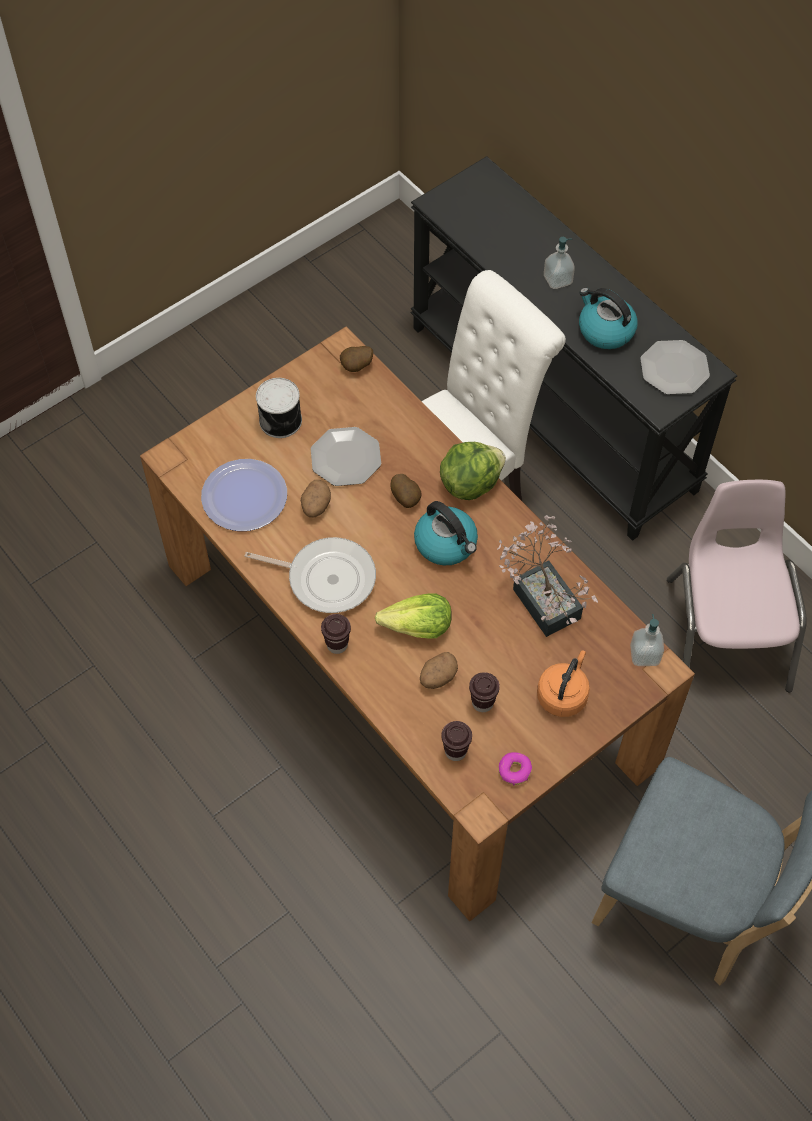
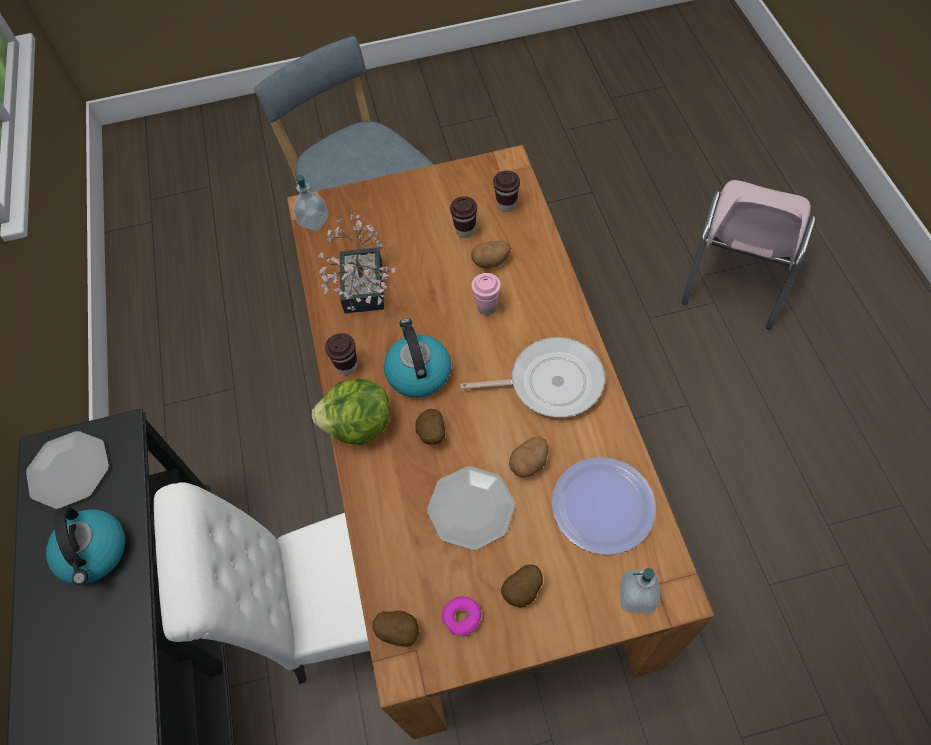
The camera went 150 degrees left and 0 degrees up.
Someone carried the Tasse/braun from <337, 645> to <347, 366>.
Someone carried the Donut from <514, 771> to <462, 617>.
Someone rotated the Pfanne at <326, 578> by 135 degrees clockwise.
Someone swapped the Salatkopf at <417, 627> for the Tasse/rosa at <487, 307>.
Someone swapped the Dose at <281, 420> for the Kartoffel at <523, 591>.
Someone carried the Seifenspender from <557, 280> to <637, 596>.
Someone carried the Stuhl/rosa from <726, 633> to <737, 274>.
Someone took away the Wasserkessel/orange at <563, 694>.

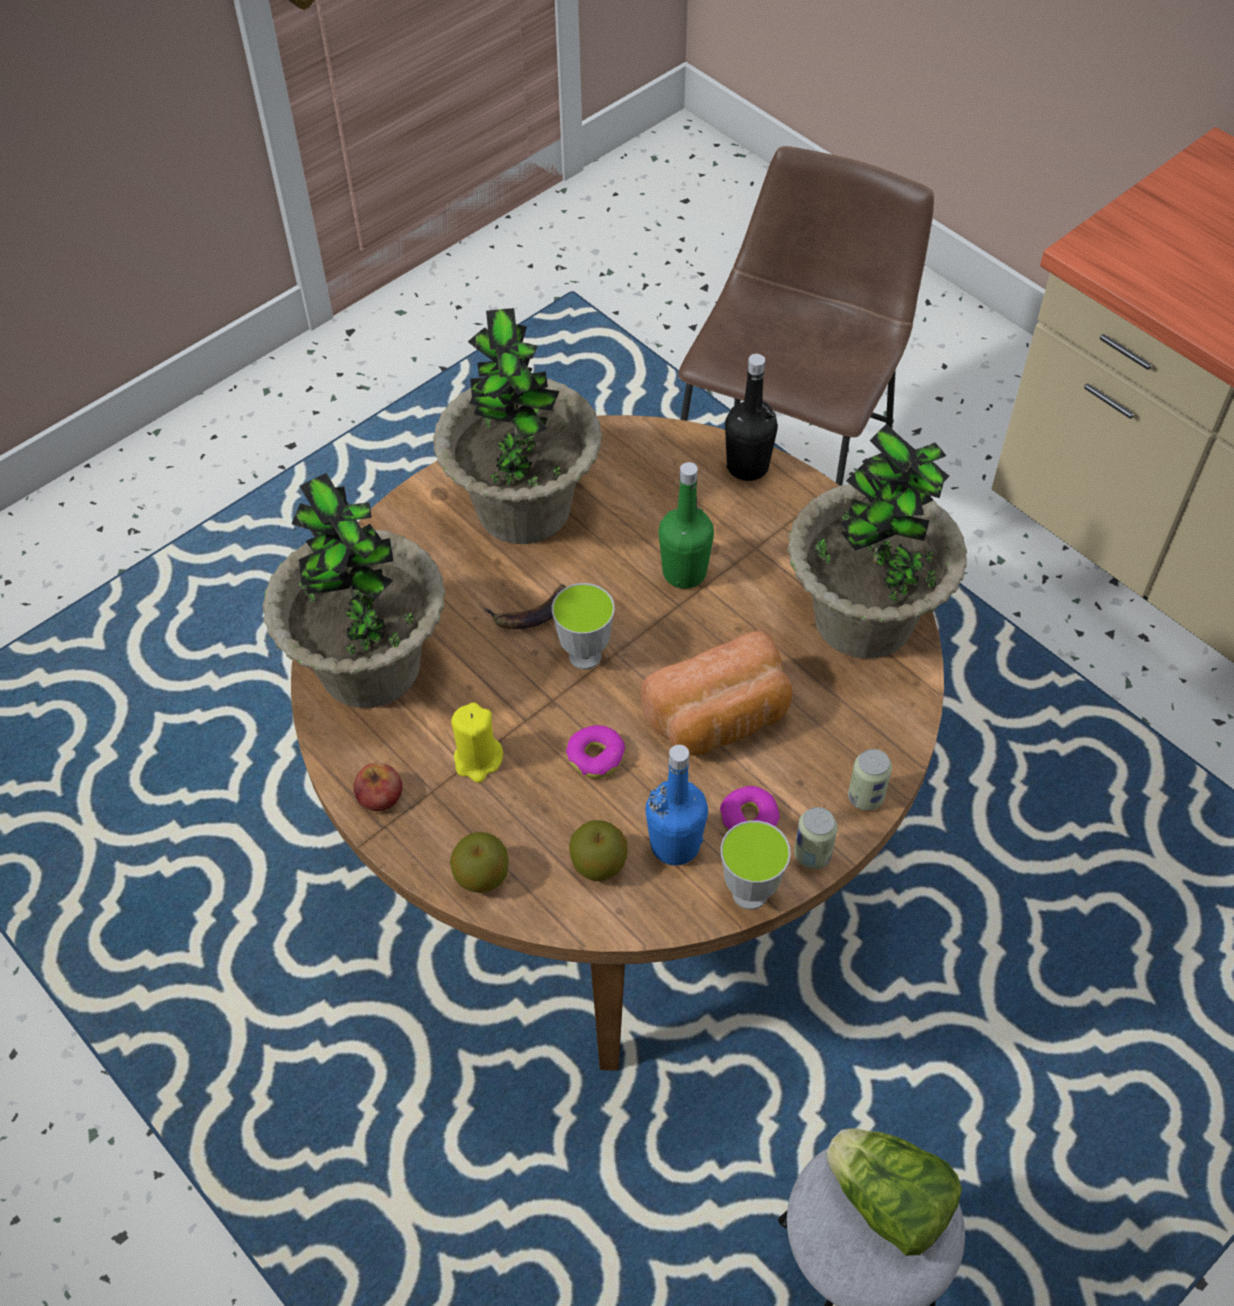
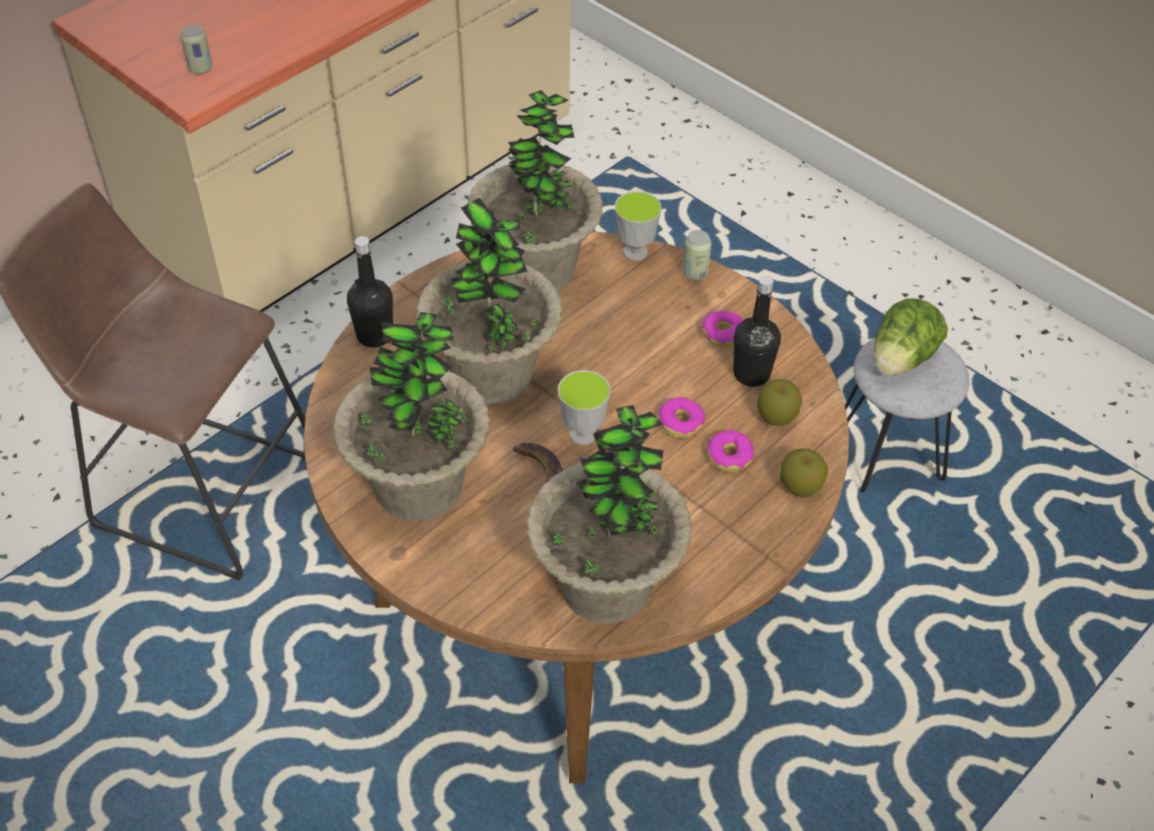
The camera went 95 degrees left and 5 degrees down.
Someone carried the Dose from <812, 855> to <200, 69>.
Someone swapped the Flasche/grün at <684, 572> for the Topfpflanze at <492, 374>.
Someone carried the Tasse from <750, 893> to <635, 252>.
Someone put down the Donut at <729, 456>.
Someone repainted the Flasche/blau at <675, 845>, which became the Flasche/schwarz at <751, 374>.
Someone took away the Apfel at <380, 796>.
Someone took away the Kerze/gelb at <478, 760>.
Someone took away the Brot at <721, 719>.

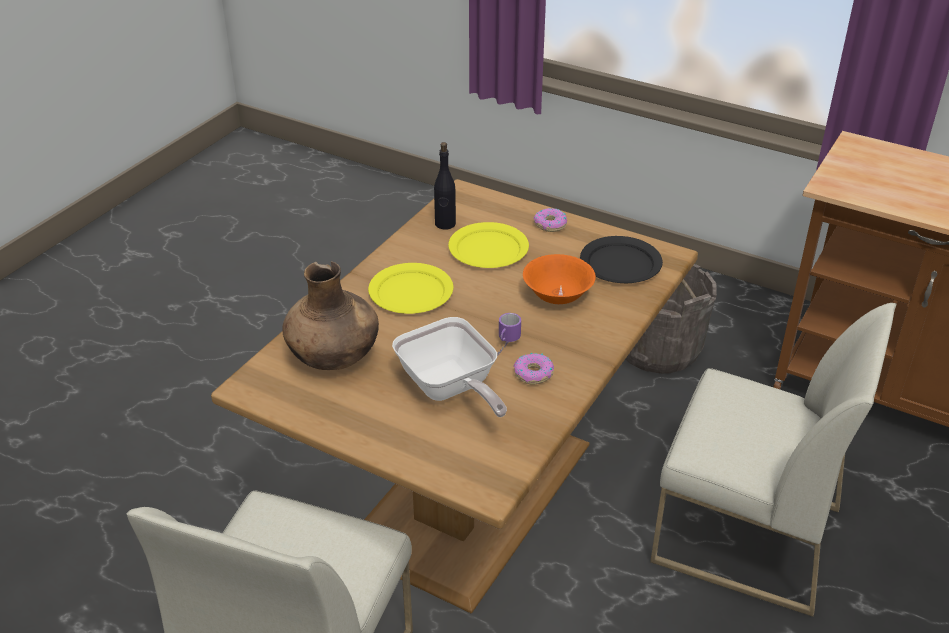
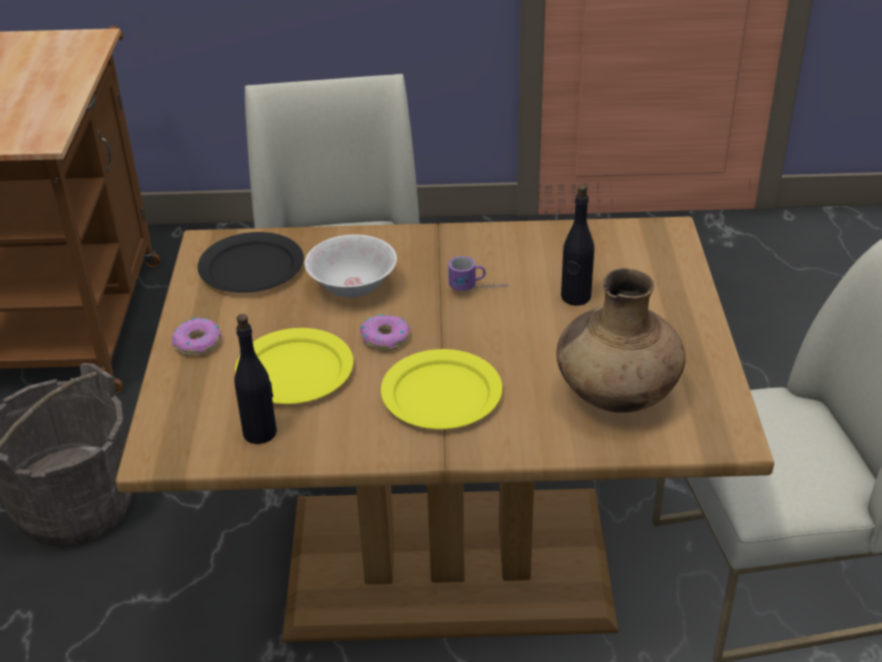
The camera went 120 degrees left and 0 degrees up.
Someone repainted the Schüssel/orange at <557, 296>, which became the Schüssel/weiß at <353, 287>.
Someone carried the Donut from <533, 374> to <385, 338>.
Someone swapped the Pfanne at <450, 389> for the Flasche/schwarz at <575, 297>.

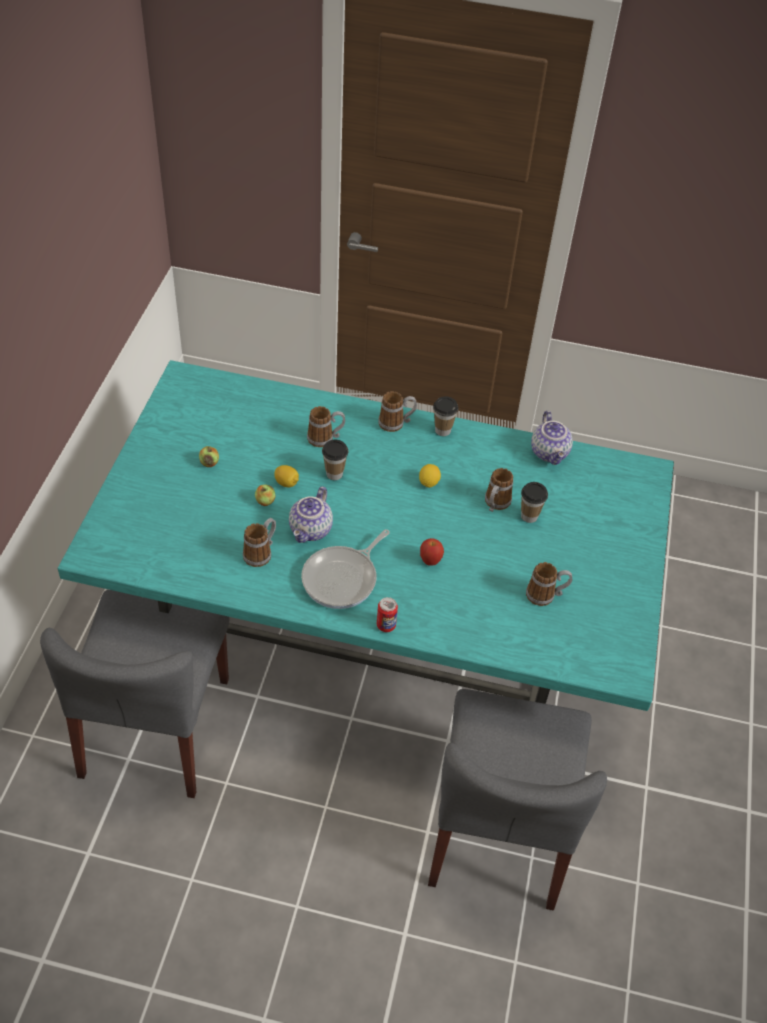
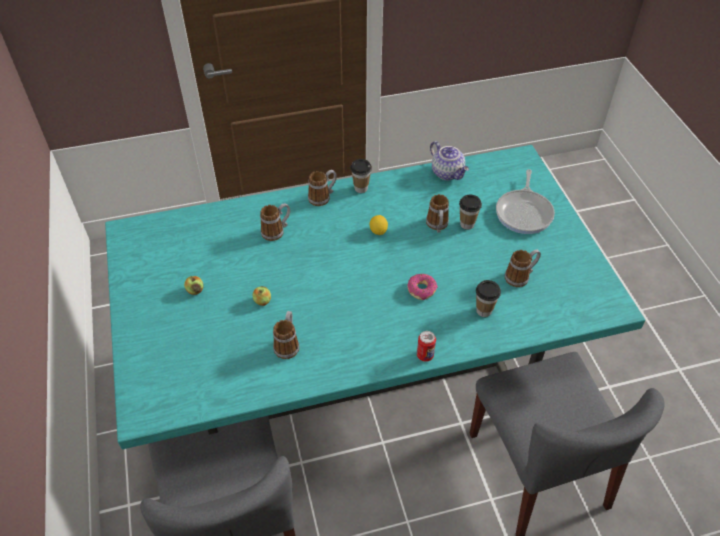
The camera went 25 degrees left and 0 degrees up.
Someone swapped the Apfel at <430, 561> for the Donut at <421, 290>.
Someone carried the Tasse from <334, 474> to <484, 311>.
Someone carried the Pfanne from <343, 578> to <524, 212>.
Someone took away the Zitrone at <286, 483>.
Someone took away the Teekanne at <311, 530>.

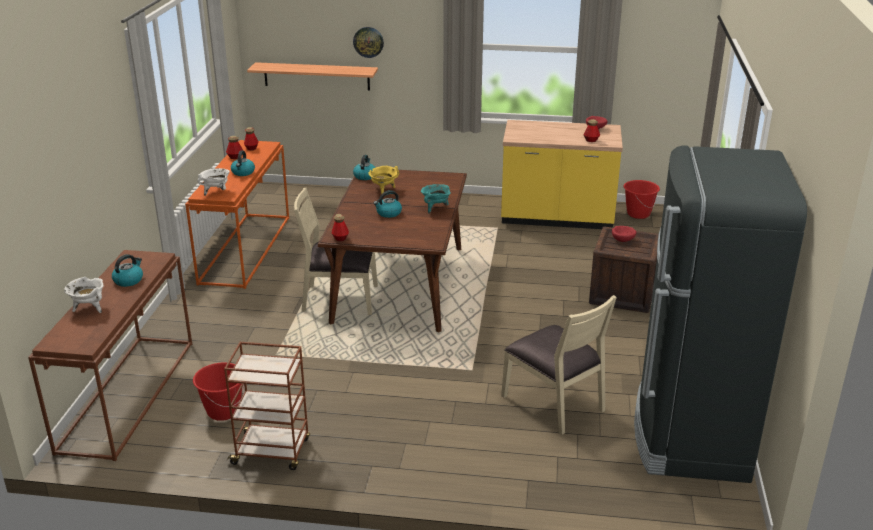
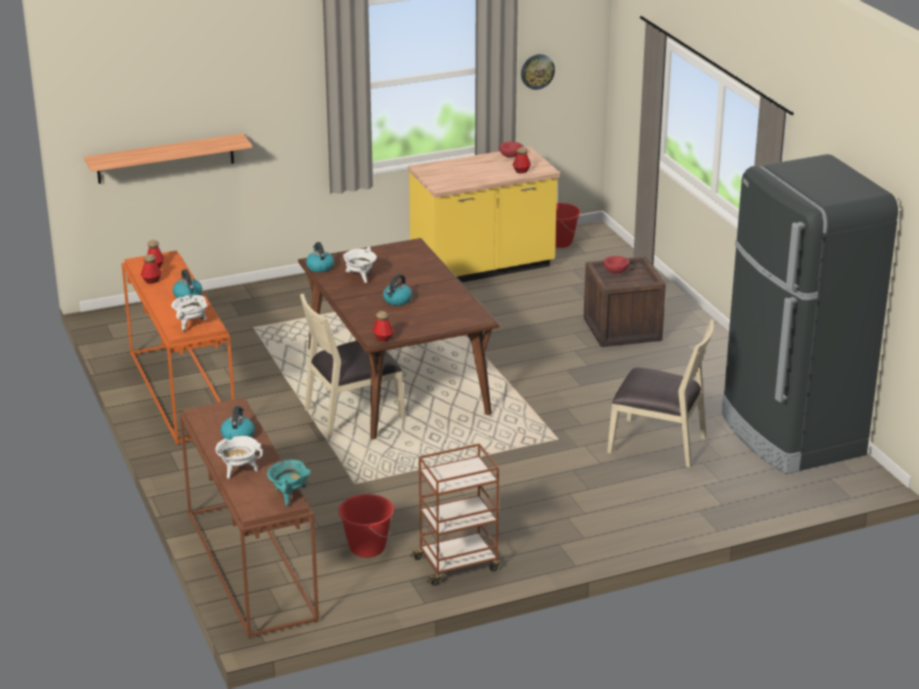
The camera went 30 degrees left and 0 degrees up.
Someone carried the Kochtopf/türkis from <435, 208> to <289, 496>.
Someone repainted the Kochtopf/gelb at <383, 190>, which became the Kochtopf/weiß at <360, 277>.
Someone carried the Wanduhr from <368, 42> to <537, 71>.

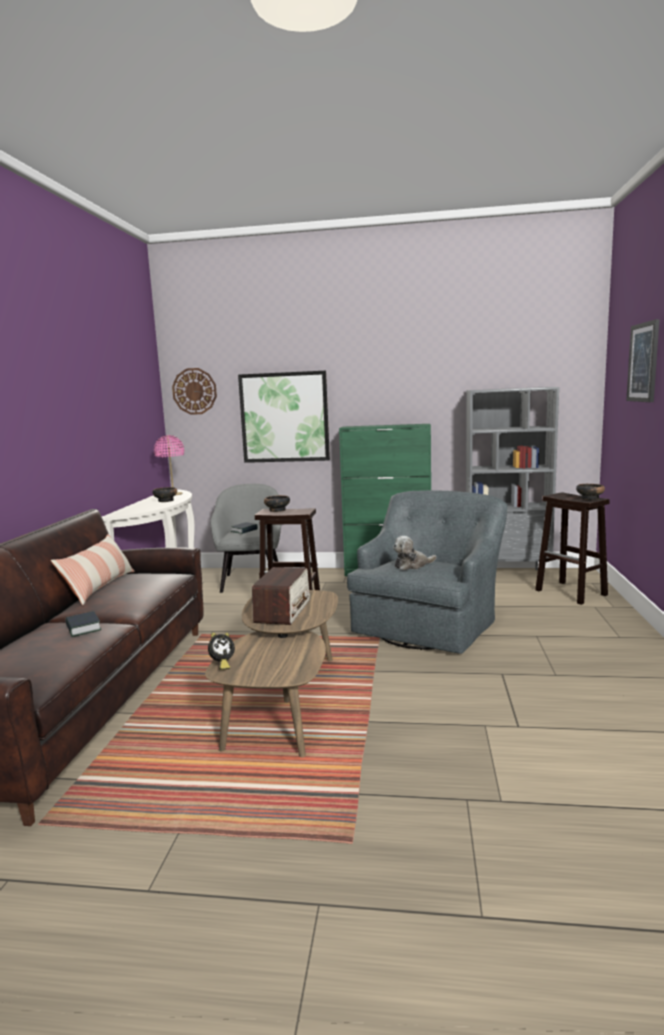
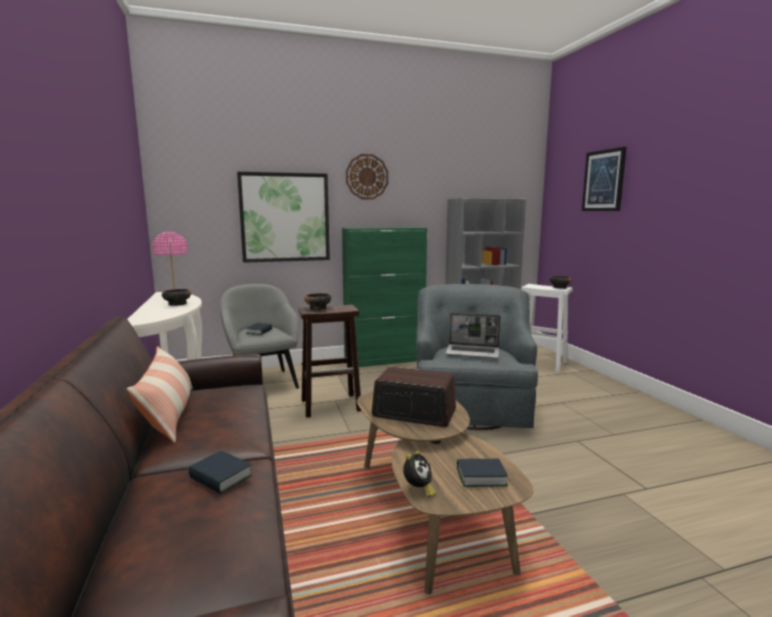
The camera went 25 degrees left and 0 degrees up.
Someone carried the Wanduhr from <194, 391> to <367, 177>.
Someone rotated the Radio at <283, 611> by 60 degrees counterclockwise.
Someone swapped the Plüschtier at <412, 565> for the Laptop at <473, 352>.
Someone put down the Buch at <481, 477>.
Someone repainted the Hocker/braun at <572, 593>, which became the Hocker/weiß at <542, 363>.

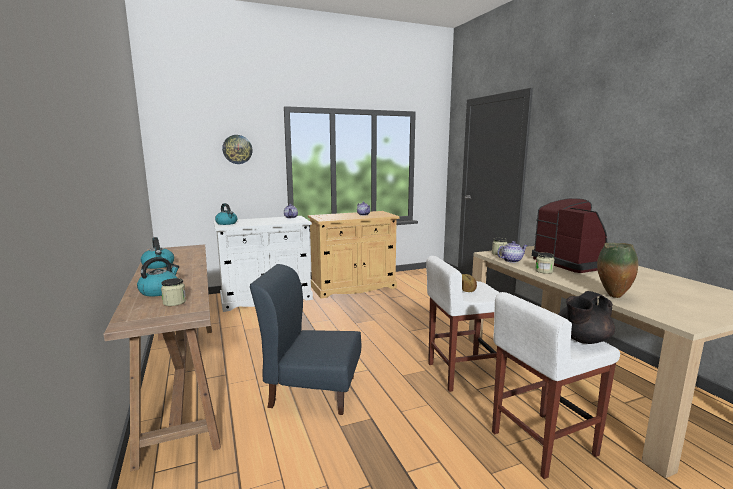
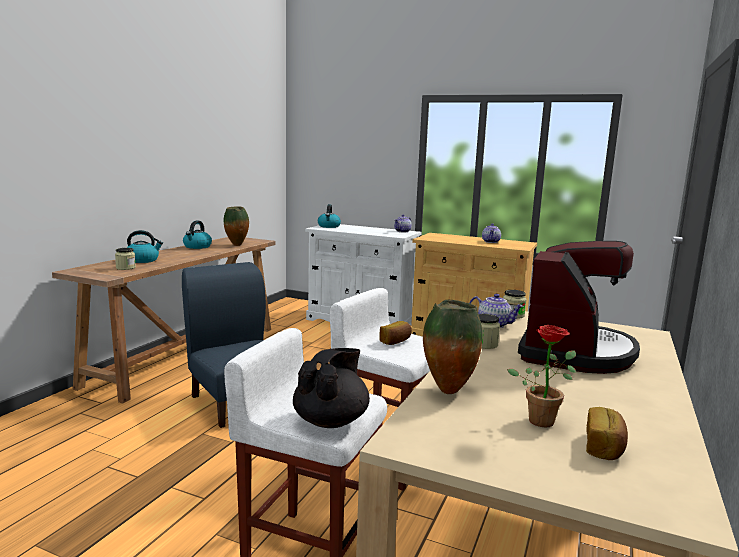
The camera went 45 degrees right and 0 degrees up.
Someone put down the Vase at <237, 245>.
Someone rotated the Teekanne/schwarz at <582, 339> by 105 degrees clockwise.
Someone put down the Topfpflanze at <543, 419>.
Someone put down the Brot at <604, 447>.
Someone took away the Wanduhr at <237, 149>.

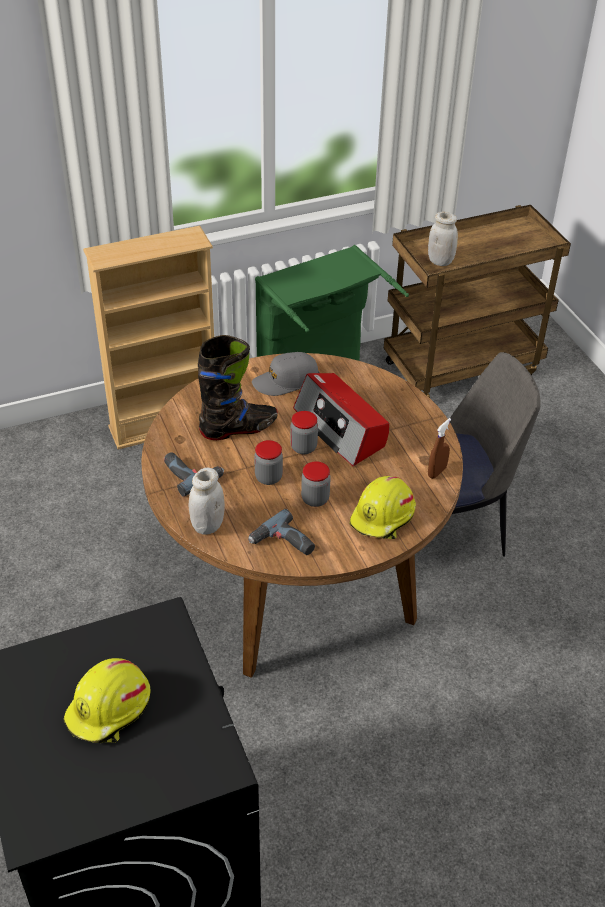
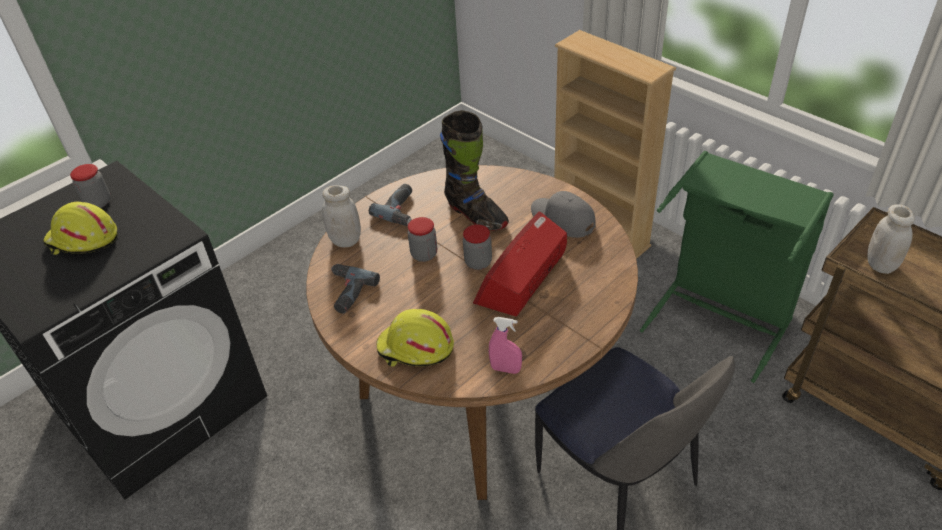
The camera went 70 degrees right and 0 degrees up.
Someone carried the Vorratsglas from <315, 499> to <98, 202>.
Someone repainted the Sprühflasche/braun at <437, 472>, which became the Sprühflasche/rosa at <505, 369>.

